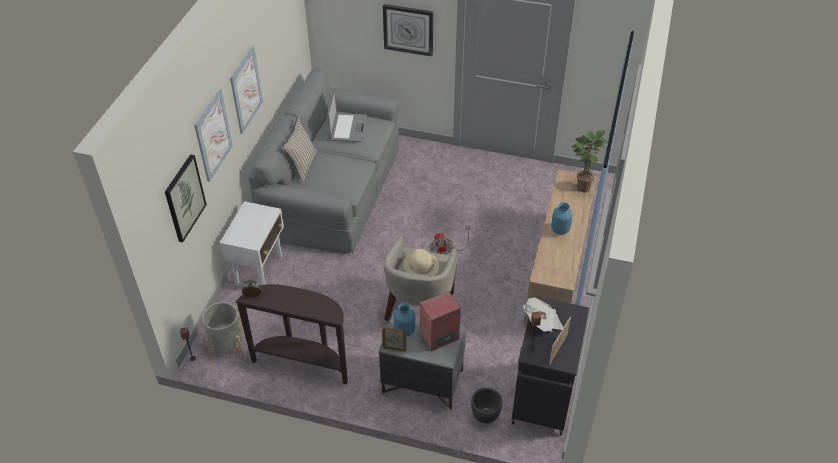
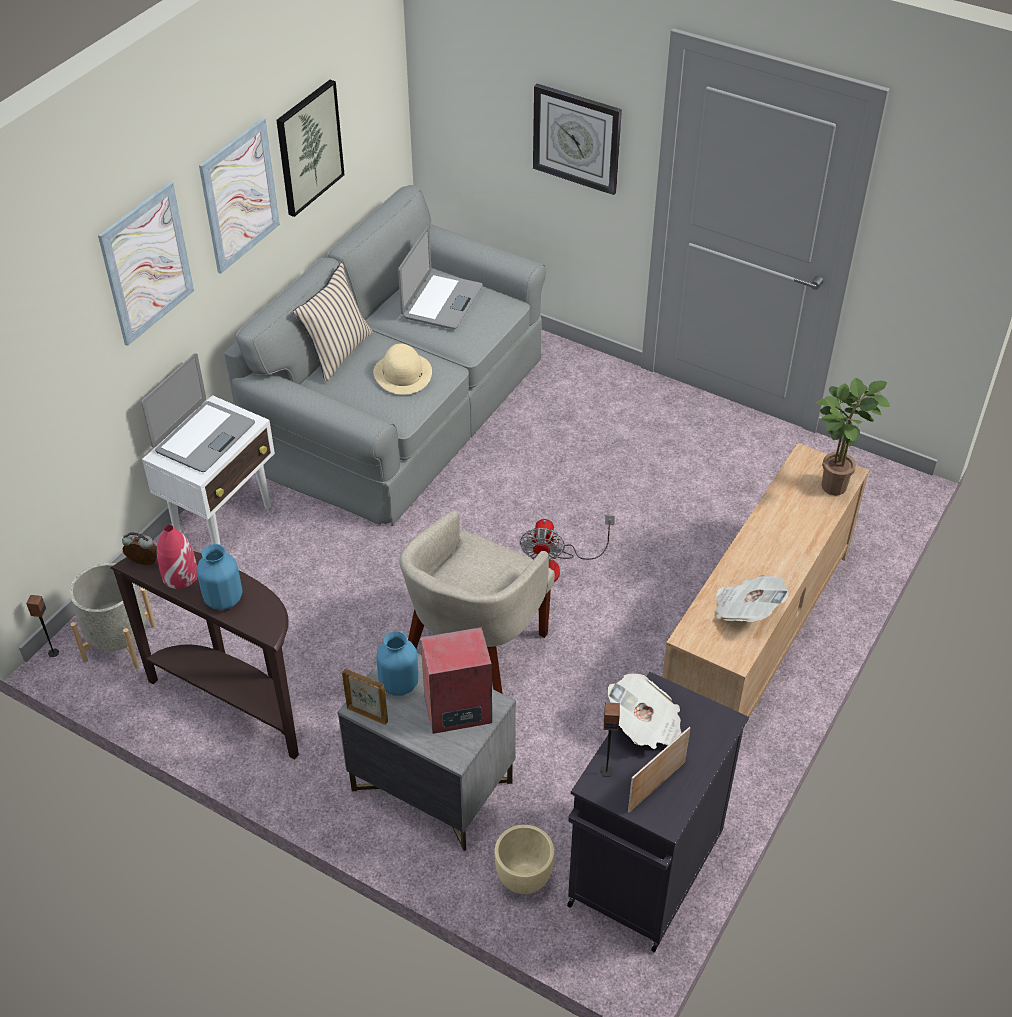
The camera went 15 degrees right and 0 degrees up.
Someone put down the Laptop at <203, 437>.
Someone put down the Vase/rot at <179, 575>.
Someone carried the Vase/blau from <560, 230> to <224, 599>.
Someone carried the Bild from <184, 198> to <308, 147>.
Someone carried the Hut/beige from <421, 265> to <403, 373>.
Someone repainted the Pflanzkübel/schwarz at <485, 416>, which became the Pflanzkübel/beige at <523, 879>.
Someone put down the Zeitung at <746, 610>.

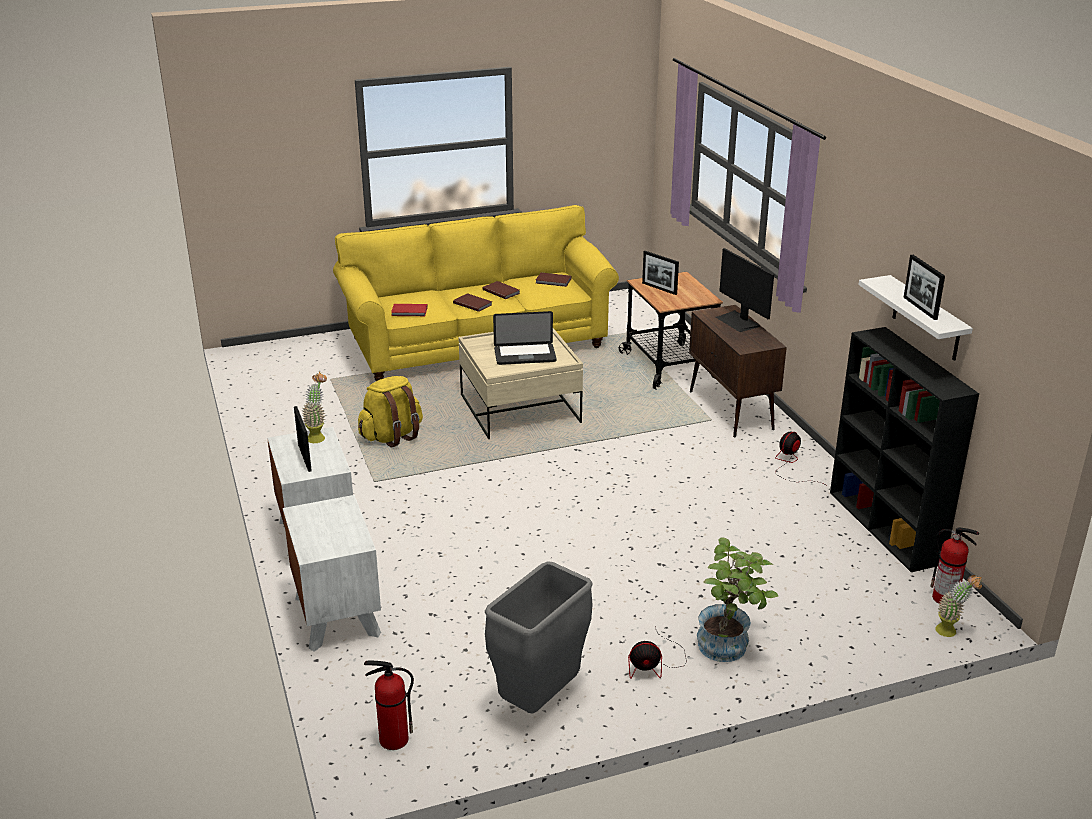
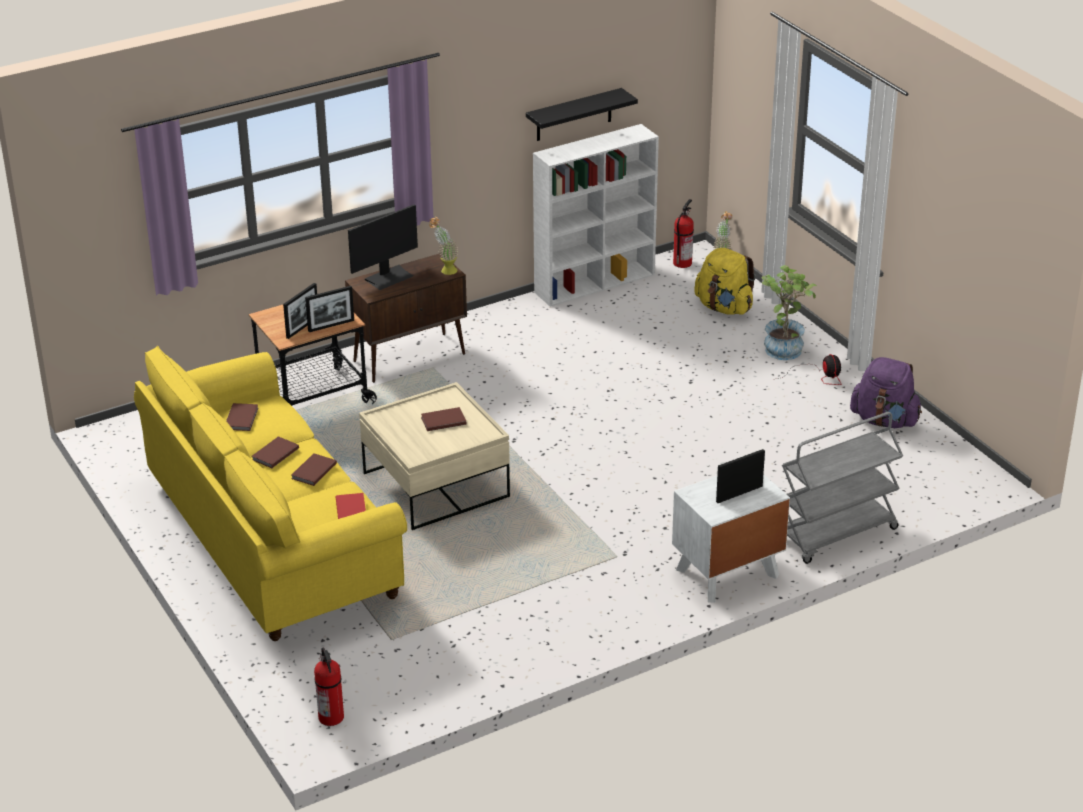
The camera went 100 degrees left and 5 degrees up.
Someone carried the Bilderrahmen from <920, 308> to <331, 325>.
Someone carried the Feuerlöscher from <392, 740> to <331, 717>.
Someone swapped the Laptop at <525, 355> for the Buch/braun at <442, 420>.
Someone carried the Topfpflanze from <318, 436> to <445, 270>.
Someone repainted the Wandregal/weiß at <926, 319>, which became the Wandregal/schwarz at <574, 115>.
Someone repainted the Bücherregal/schwarz at <886, 527>, which became the Bücherregal/weiß at <595, 283>.
Someone carried the Rucksack/gelb from <392, 436> to <724, 308>.
Someone swapped the Nachttisch/weiß at <336, 615> for the Rollwagen/grau at <836, 535>.
Someone swapped the Mülleimer/grau at <540, 701> for the Rucksack/lila at <884, 420>.
Someone took away the Ventilator at <790, 464>.

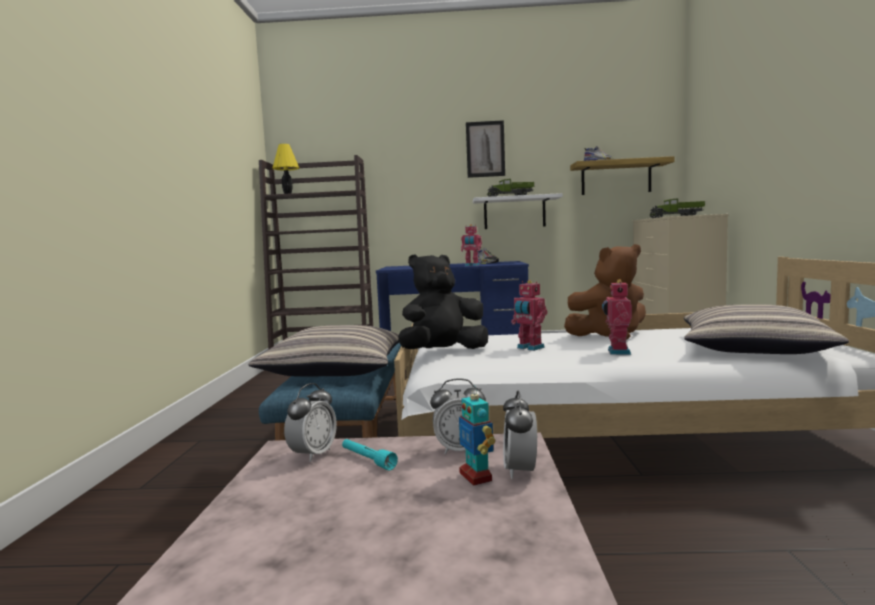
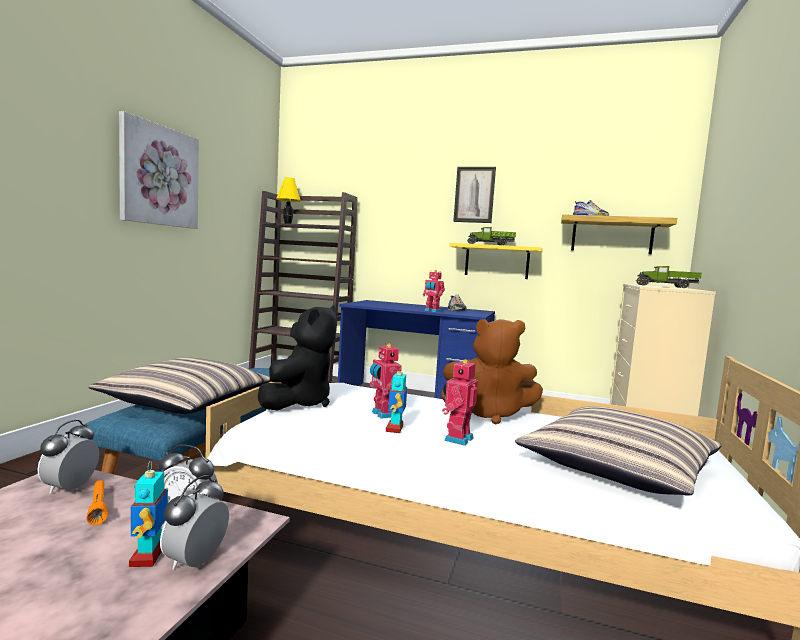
The camera went 15 degrees right and 0 degrees up.
Someone rotated the Wecker at <313, 454> by 150 degrees clockwise.
Someone repainted the Taschenlampe/türkis at <367, 460>, which became the Taschenlampe/orange at <98, 507>.
Someone put up the Bild at <159, 176>.
Someone rotated the Plüschtier/schwarz at <443, 352> by 120 degrees clockwise.
Someone put down the Spielzeugroboter at <395, 429>.
Someone repainted the Wandregal/weiß at <514, 213>, which became the Wandregal/gelb at <497, 261>.

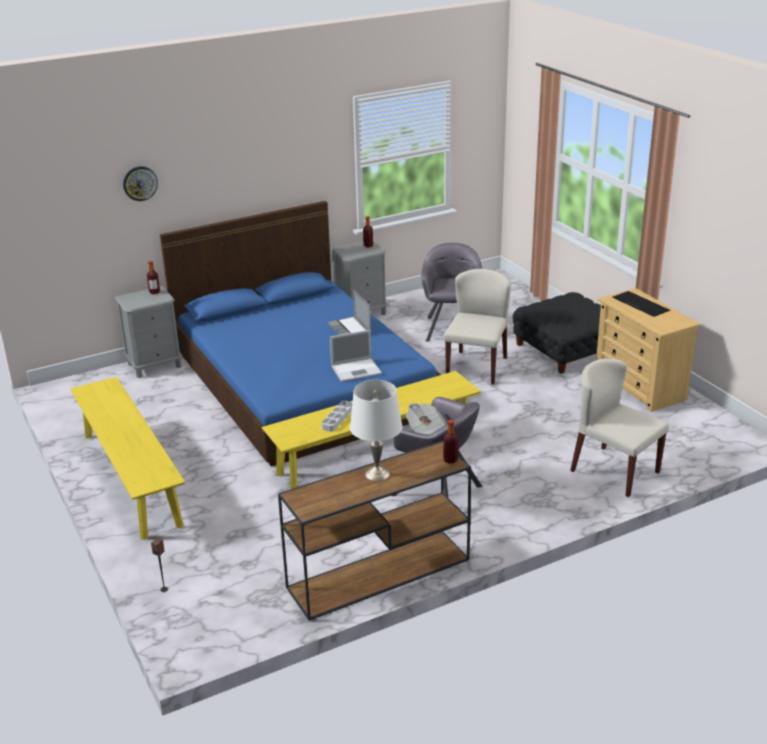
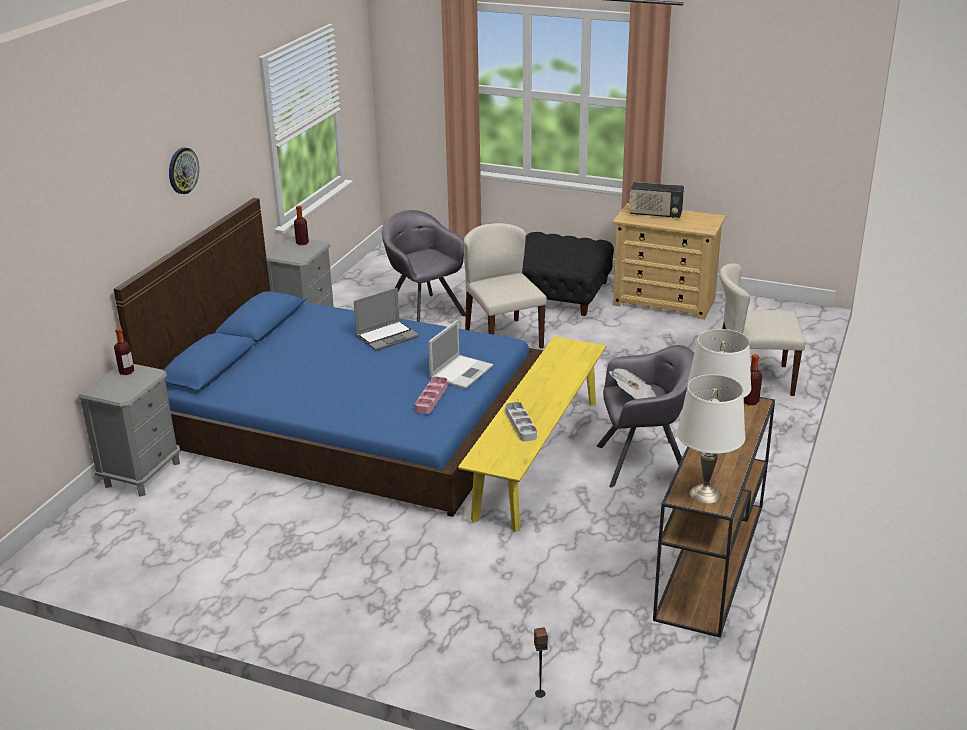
The camera went 40 degrees left and 0 degrees up.
Someone carried the Wanduhr from <140, 183> to <182, 170>.
Someone rotated the Laptop at <350, 329> by 60 degrees counterclockwise.
Someone put down the Tablett/rosa at <431, 398>.
Someone swapped the Tastatur at <641, 304> for the Radio at <655, 214>.
Someone put down the Tischlampe/weiß at <705, 494>.
Someone took away the Bank/gelb at <131, 479>.

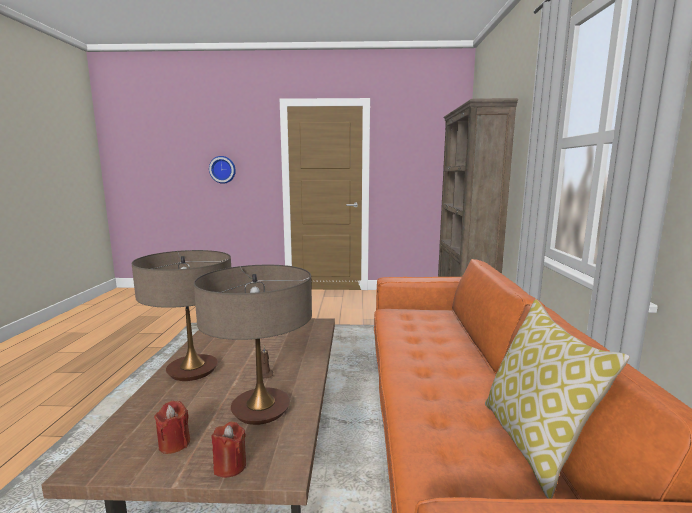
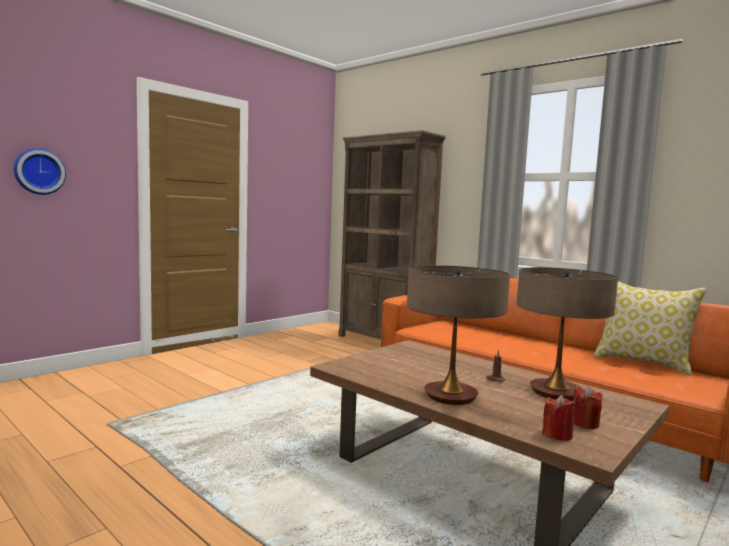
The camera went 50 degrees left and 5 degrees down.
Someone carried the Kerze/rot from <230, 466> to <557, 435>.

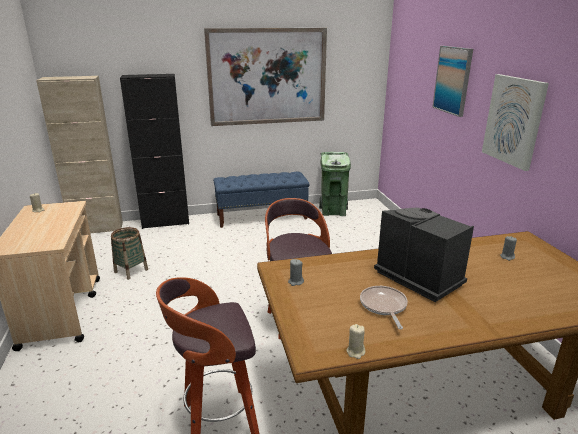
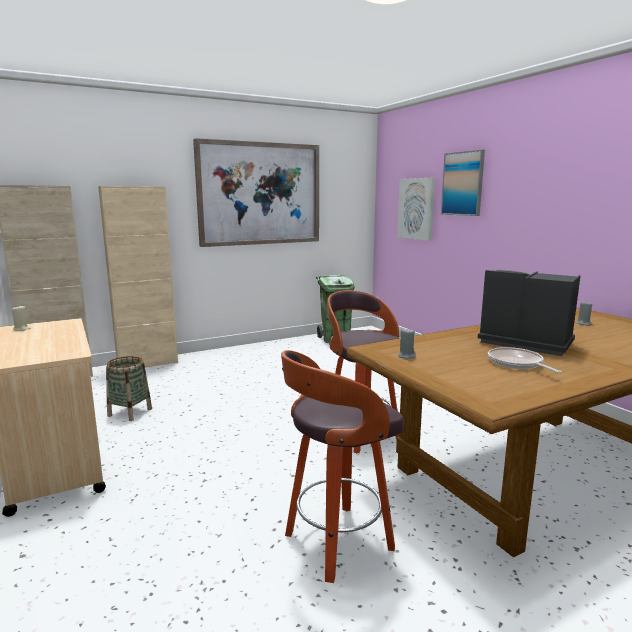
The camera went 15 degrees left and 10 degrees down.
Someone repainted the Schrank/schwarz at <166, 222>, which became the Schrank/beige at <147, 364>.
Someone carried the Bild from <513, 120> to <416, 209>.
Someone took away the Bank/blau at <262, 217>.
Someone took away the Kerze/beige at <355, 352>.

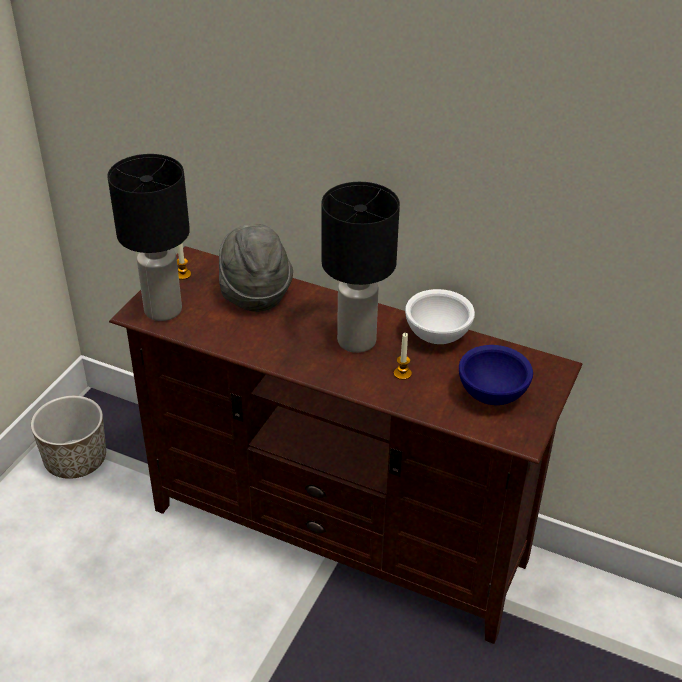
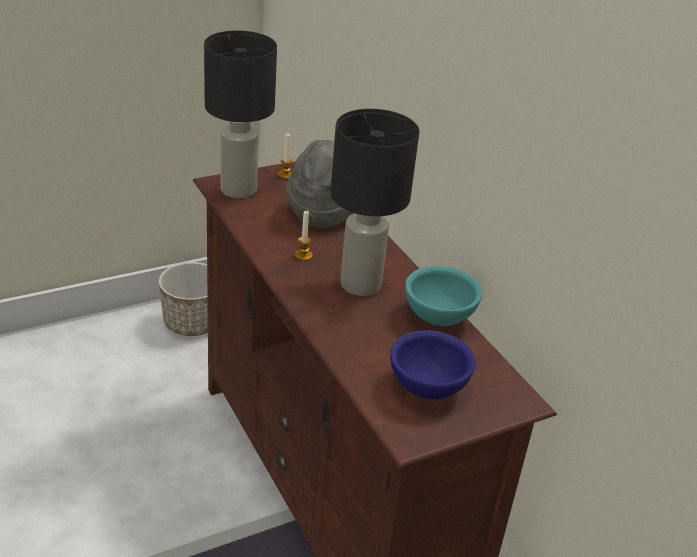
The camera went 35 degrees right and 5 degrees down.
Someone carried the Kerze from <402, 374> to <303, 255>.
Someone repainted the Schüssel/weiß at <438, 336>, which became the Schüssel/türkis at <438, 318>.

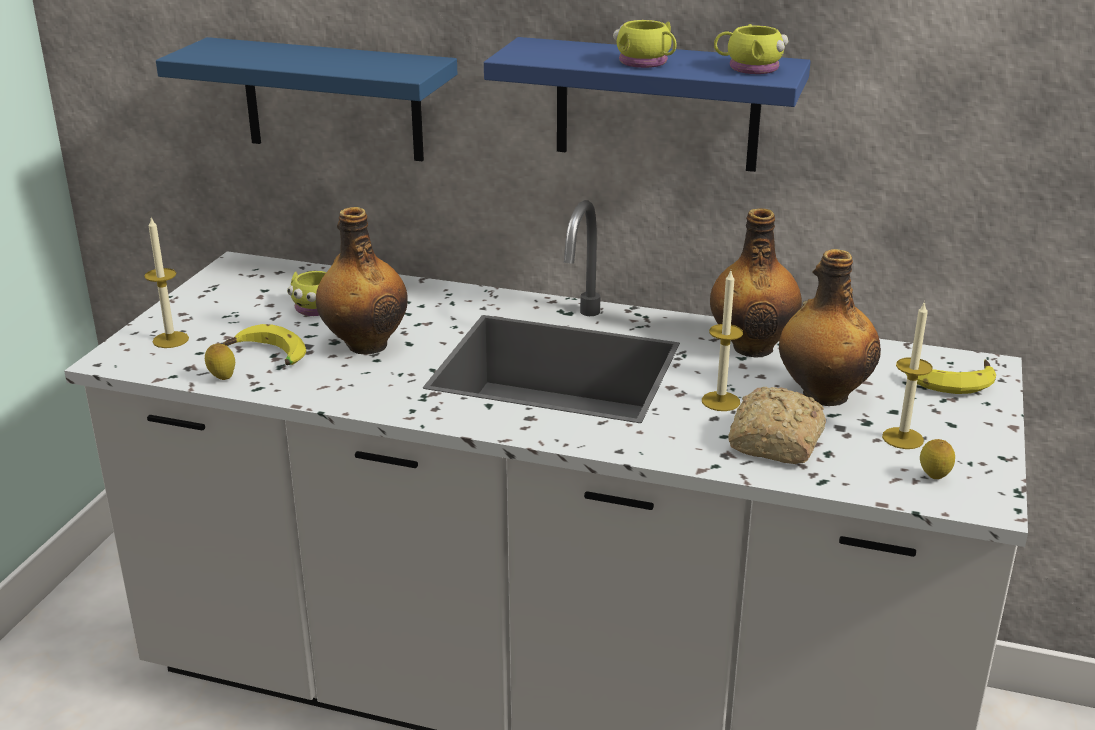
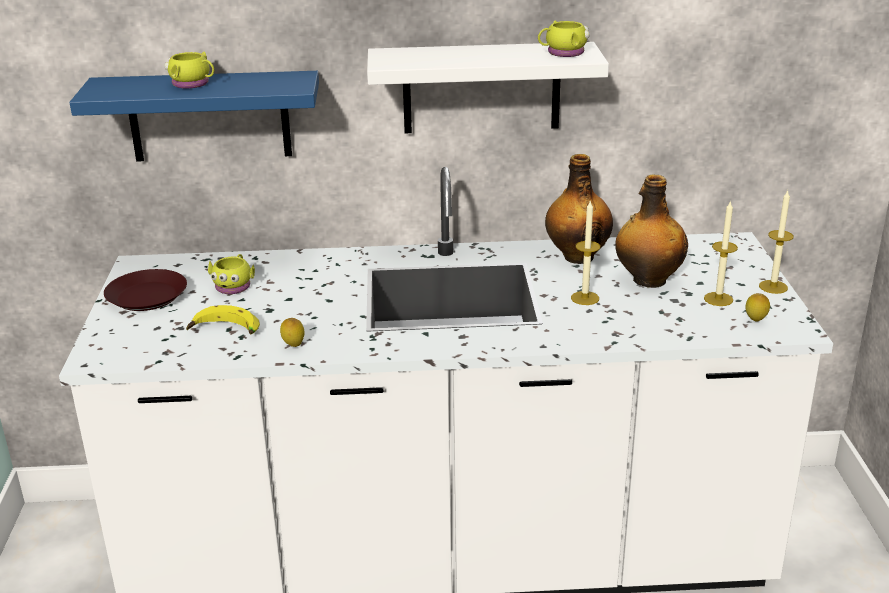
The camera went 20 degrees left and 0 degrees up.
Someone put down the Teller/braun at <147, 297>.
Someone carried the Henkelbecher/gelb from <646, 63> to <193, 84>.
Someone carried the Zitrone from <222, 379> to <293, 346>.
Someone repainted the Wandregal/blau at <657, 105>, which became the Wandregal/weiß at <481, 88>.
Someone carried the Kerze from <170, 340> to <773, 287>.
Someone took away the Flasche at <365, 344>.
Someone took away the Brot at <774, 444>.
Someone took away the Banane at <947, 380>.

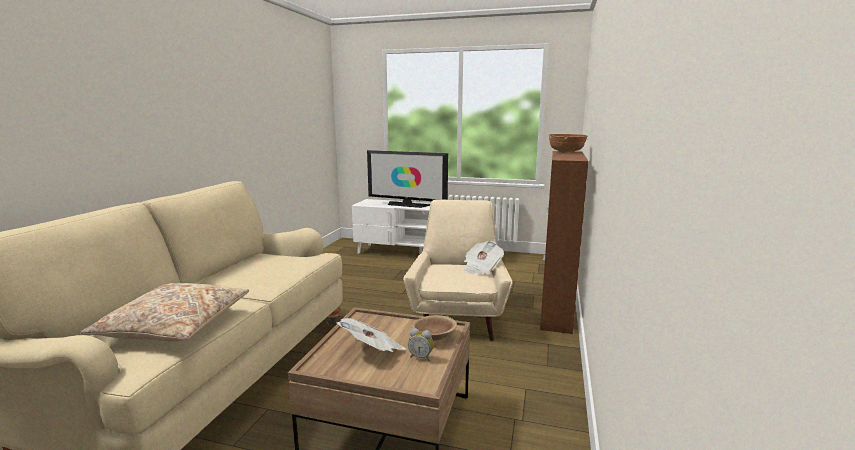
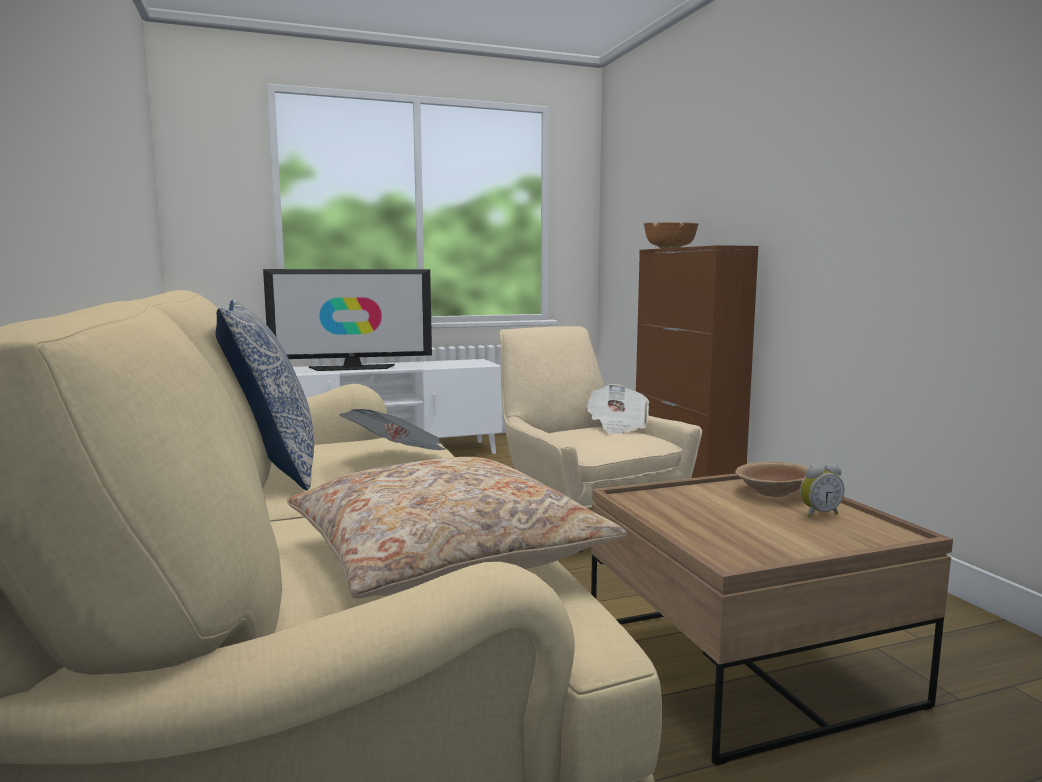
The camera went 35 degrees left and 5 degrees down.
Someone put down the Kissen at <272, 469>.
Someone carried the Zeitung from <372, 351> to <399, 460>.

